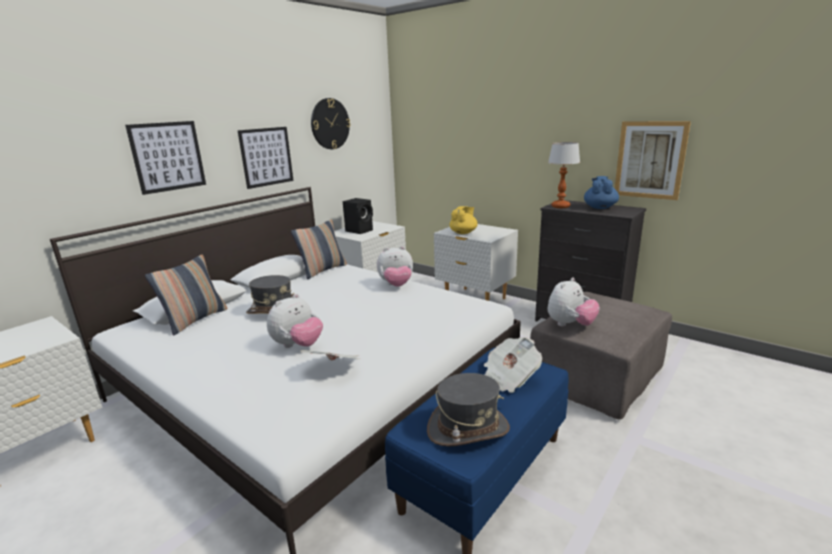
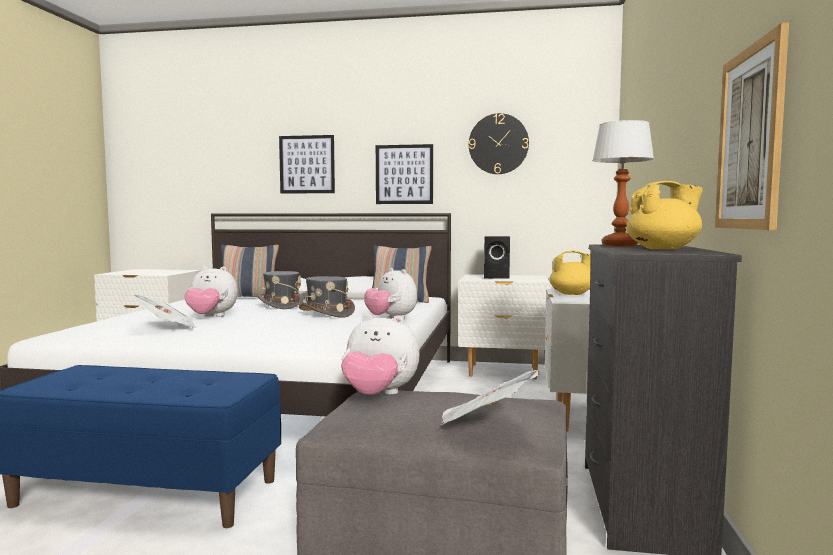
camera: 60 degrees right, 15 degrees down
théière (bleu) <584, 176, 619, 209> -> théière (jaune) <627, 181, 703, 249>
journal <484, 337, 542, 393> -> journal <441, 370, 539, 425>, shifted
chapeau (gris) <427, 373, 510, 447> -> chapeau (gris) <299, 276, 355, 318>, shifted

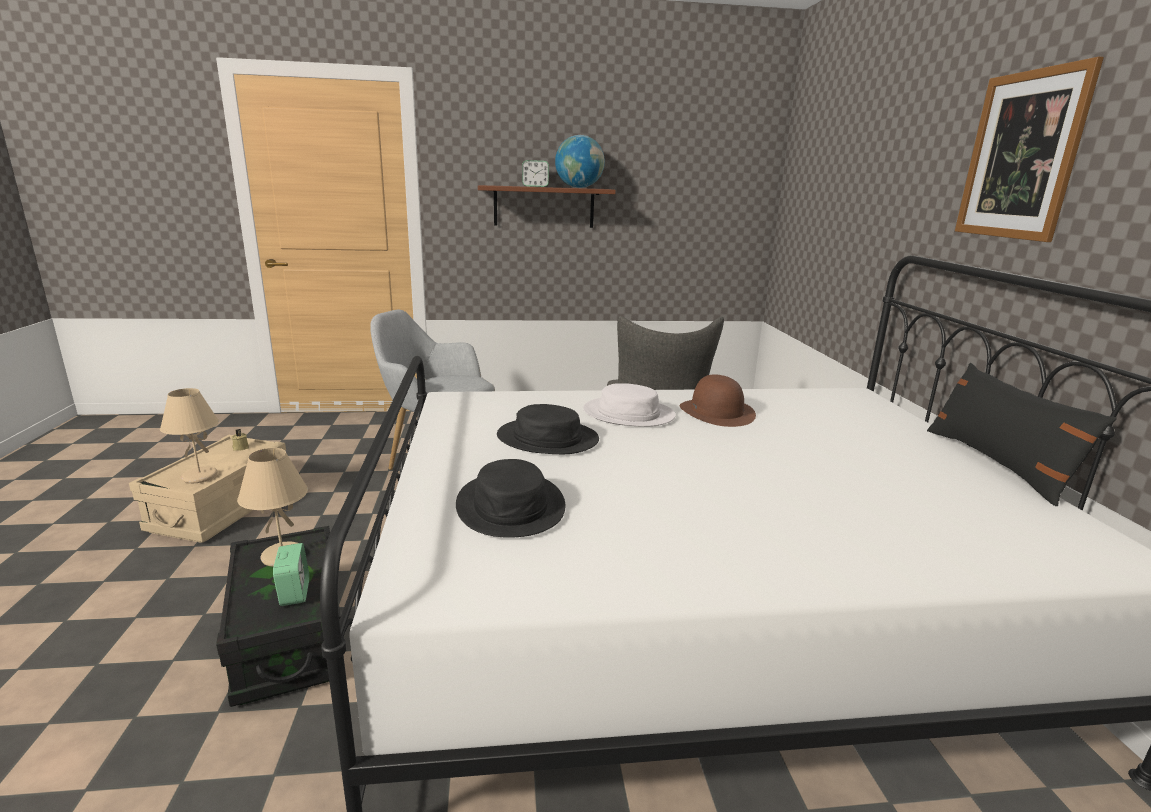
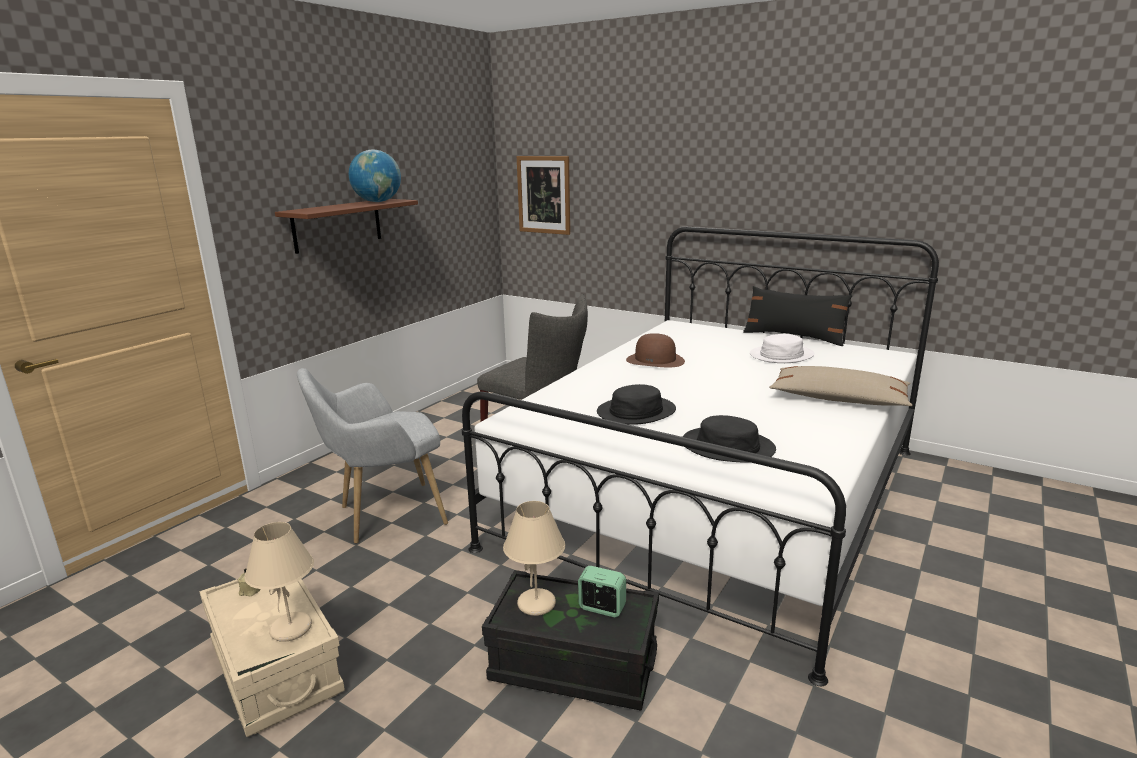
camera: 50 degrees left, 0 degrees up
tableau <955, 57, 1104, 242> -> tableau <517, 156, 570, 235>, shifted
réveil <522, 160, 549, 187> -> none
chapeau (blanc) <583, 383, 676, 427> -> chapeau (blanc) <750, 334, 815, 363>, shifted
none -> coussin (beige) <769, 366, 912, 406>

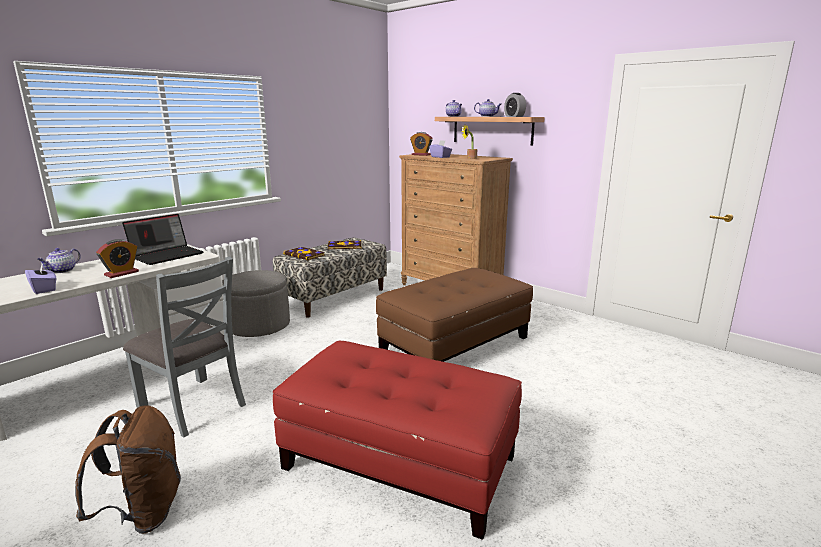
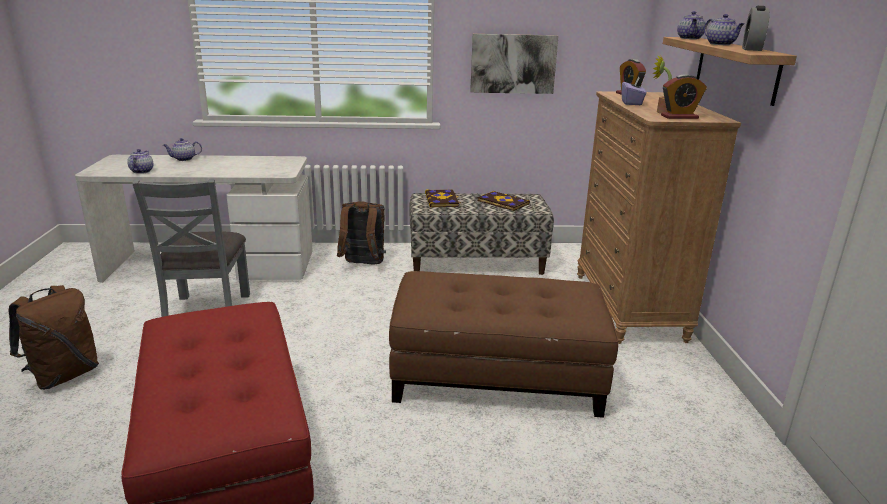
camera: 45 degrees right, 5 degrees up
ordinateur portable <122, 214, 204, 265> -> none
réveil <96, 239, 139, 278> -> réveil <661, 74, 707, 119>, shifted
boîte à mouchoirs (violet) <25, 264, 56, 294> -> théière <127, 149, 153, 174>
pouf (gris) <222, 270, 290, 337> -> sac à dos (marron) <337, 202, 386, 264>
none -> tableau <470, 34, 559, 94>

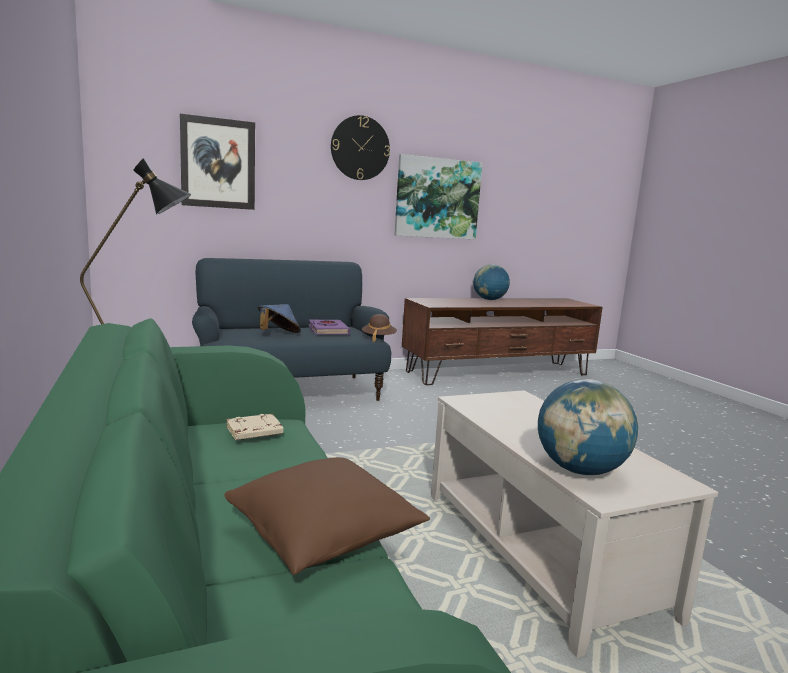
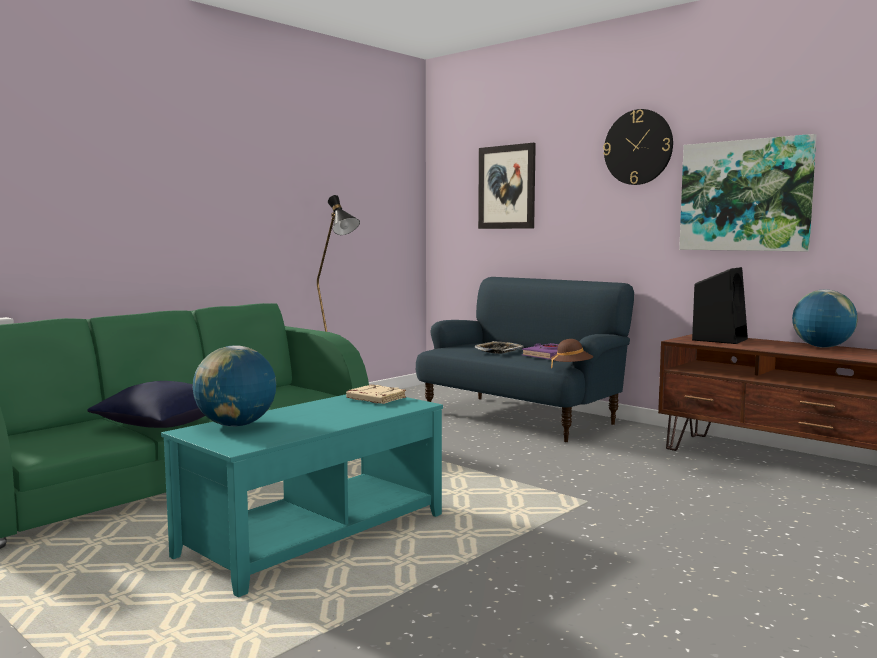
camera: 65 degrees right, 5 degrees down
chapeau (bleu) <258, 304, 301, 333> -> plateau <475, 341, 524, 354>
table basse (beige) <431, 390, 718, 658> -> table basse (turquoise) <161, 394, 443, 597>
livre (beige) <226, 414, 283, 440> -> livre (beige) <346, 385, 406, 404>, shifted
coussin (marron) <224, 457, 430, 575> -> coussin (bleu) <87, 381, 205, 428>
none -> enceinte (noir) <692, 267, 748, 344>

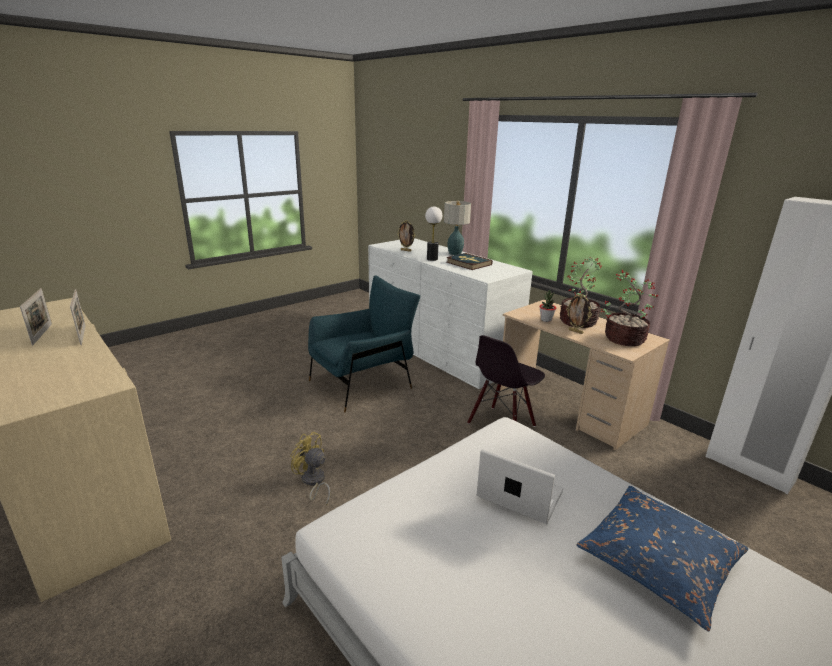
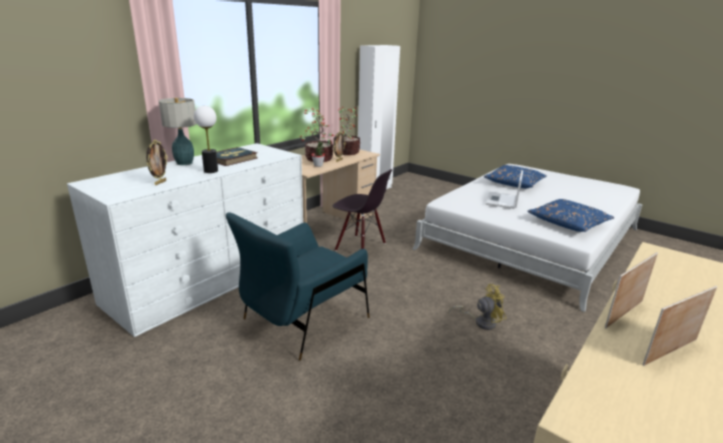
camera: 100 degrees left, 0 degrees up
fauteuil (bleu) <308, 275, 420, 413> -> fauteuil (bleu) <226, 212, 369, 360>, 90 degrees counterclockwise
ventilateur (jaune) <290, 432, 330, 506> -> ventilateur (jaune) <448, 284, 506, 330>, 120 degrees counterclockwise
none -> coussin (bleu) <527, 199, 614, 232>

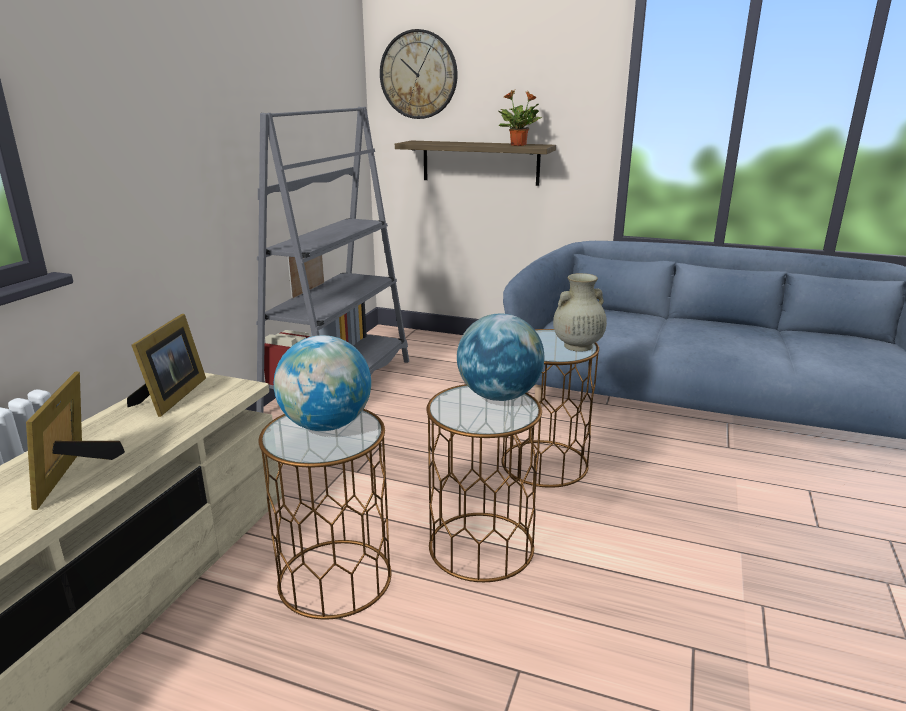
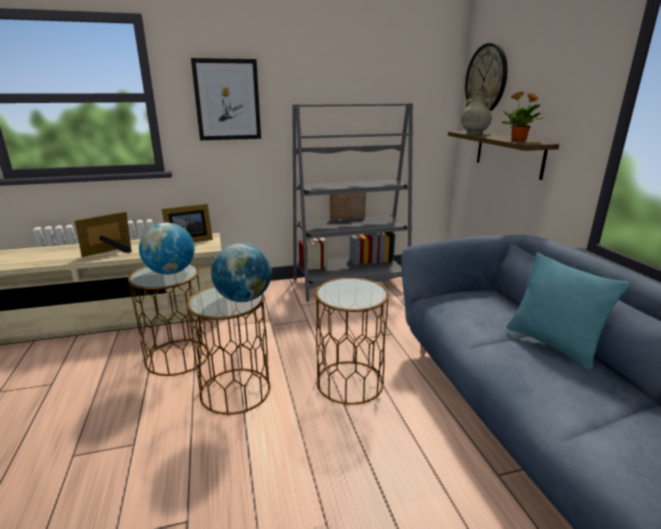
camera: 55 degrees right, 0 degrees up
vase (beige) <553, 273, 607, 352> -> vase (beige) <461, 91, 492, 134>, shifted
none -> tableau <191, 58, 261, 140>
none -> coussin (turquoise) <507, 252, 630, 371>

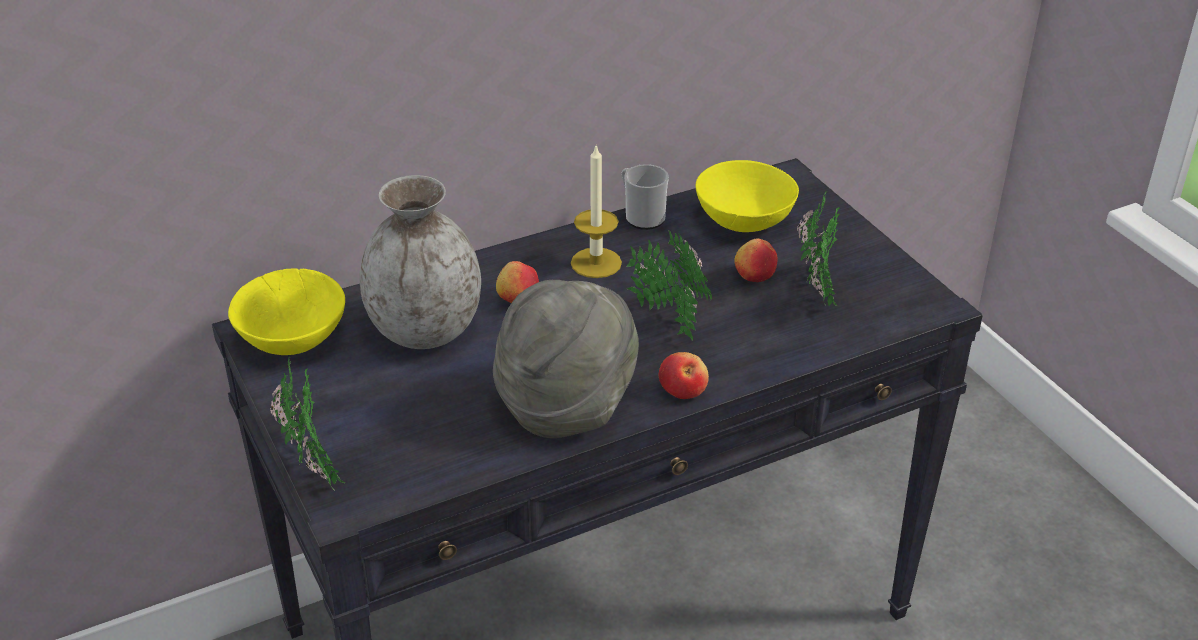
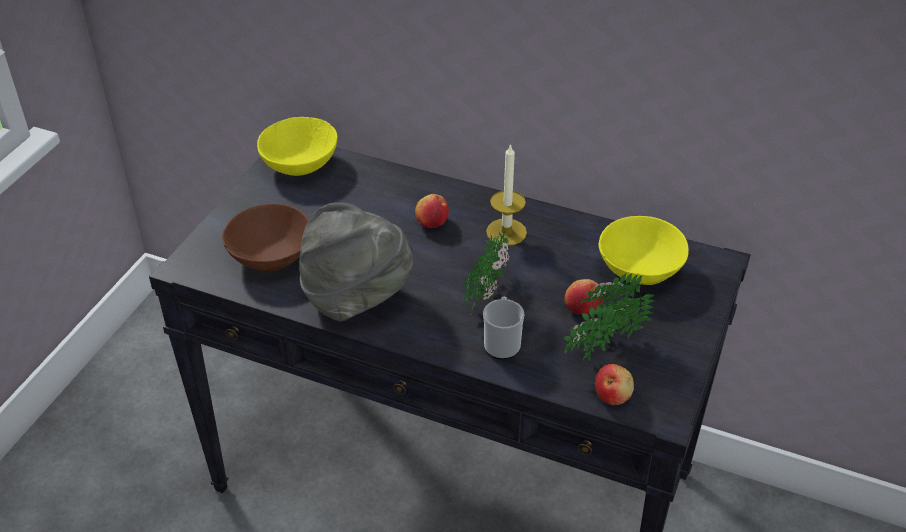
camera: 50 degrees right, 5 degrees up
mug <622, 164, 669, 230> -> mug <483, 297, 525, 359>, shifted
vase (gris) <359, 175, 481, 349> -> none
pomme <659, 352, 709, 399> -> pomme <595, 364, 634, 405>, shifted
plante en pot <270, 358, 346, 490> -> none
none -> bol (marron) <222, 203, 309, 271>

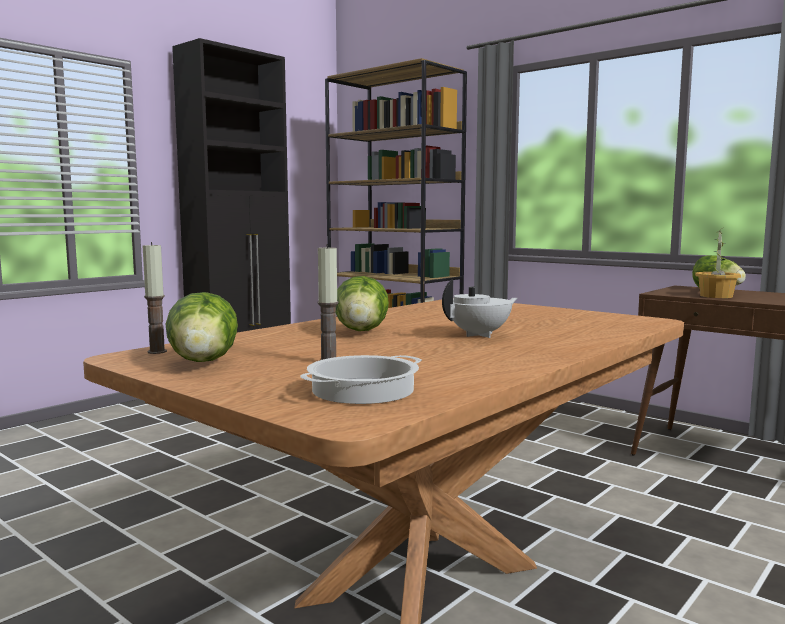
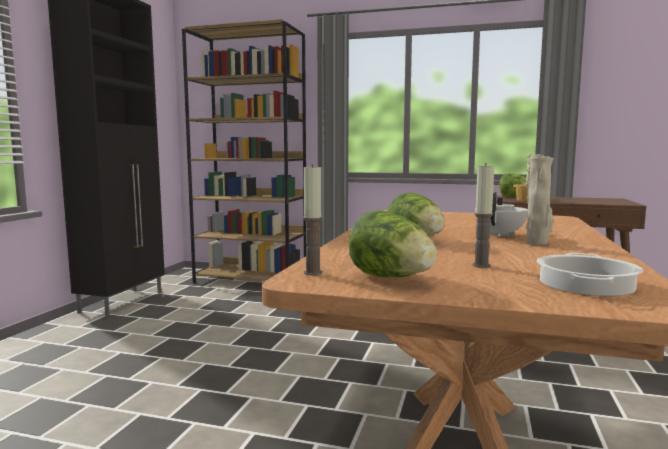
camera: 25 degrees left, 0 degrees up
none -> vase (beige) <526, 154, 554, 245>

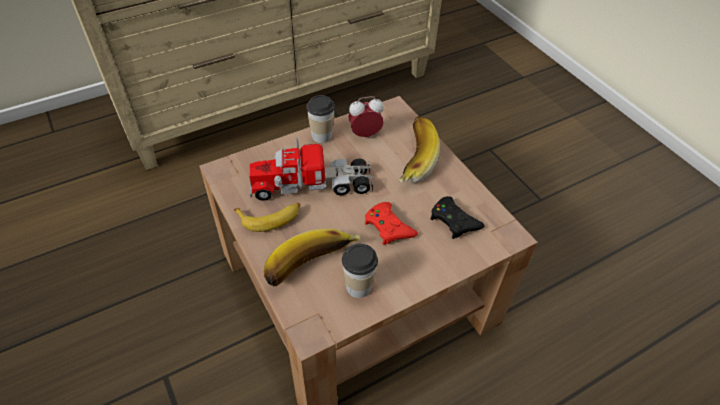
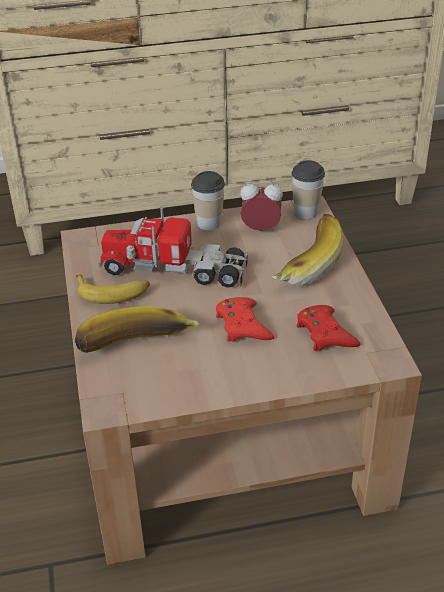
camera: 20 degrees right, 10 degrees down
manette (noir) <430, 196, 485, 239> -> manette (rouge) <297, 305, 361, 351>
tasse <342, 244, 378, 298> -> tasse <291, 160, 325, 219>, shifted

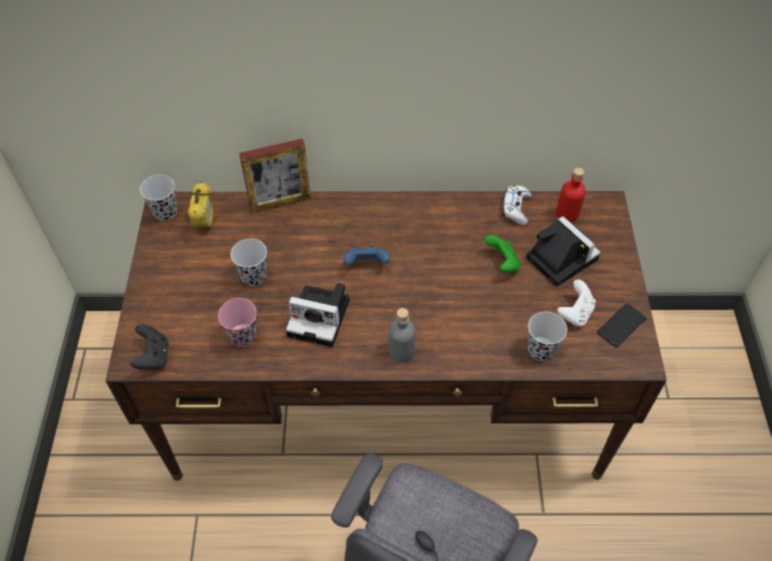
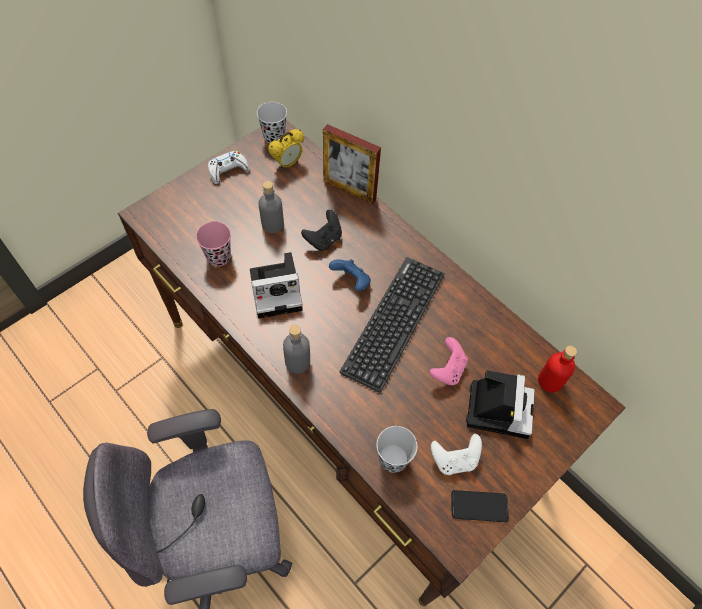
camera: 45 degrees right, 5 degrees up
manette (blanc) <502, 185, 532, 225> -> manette (blanc) <208, 151, 249, 184>, shifted
manette (vert) <484, 235, 521, 273> -> manette (rose) <430, 337, 468, 385>
tasse (noir) <231, 239, 267, 286> -> bouteille (gris) <258, 181, 284, 233>
appareil photo <286, 283, 350, 347> -> appareil photo <250, 252, 303, 318>, 75 degrees counterclockwise
manette (noir) <131, 324, 169, 370> -> manette (noir) <301, 210, 342, 251>, shifted
none -> clavier <340, 257, 444, 393>

